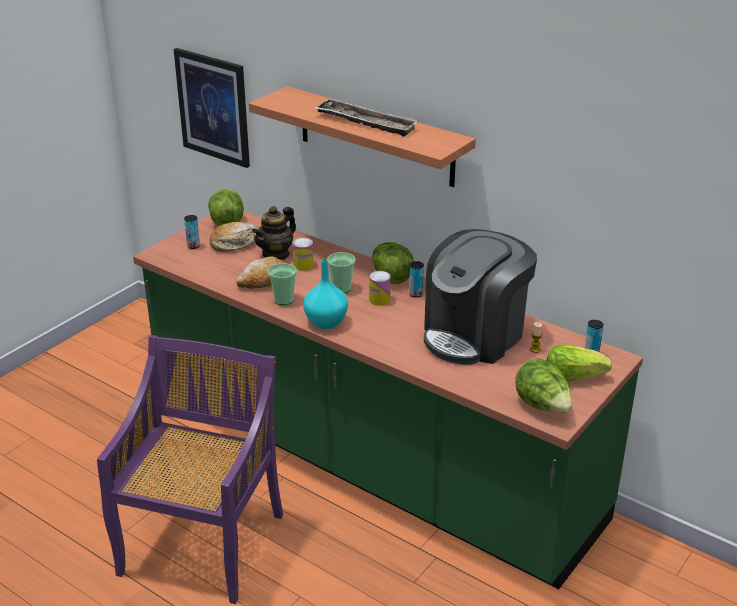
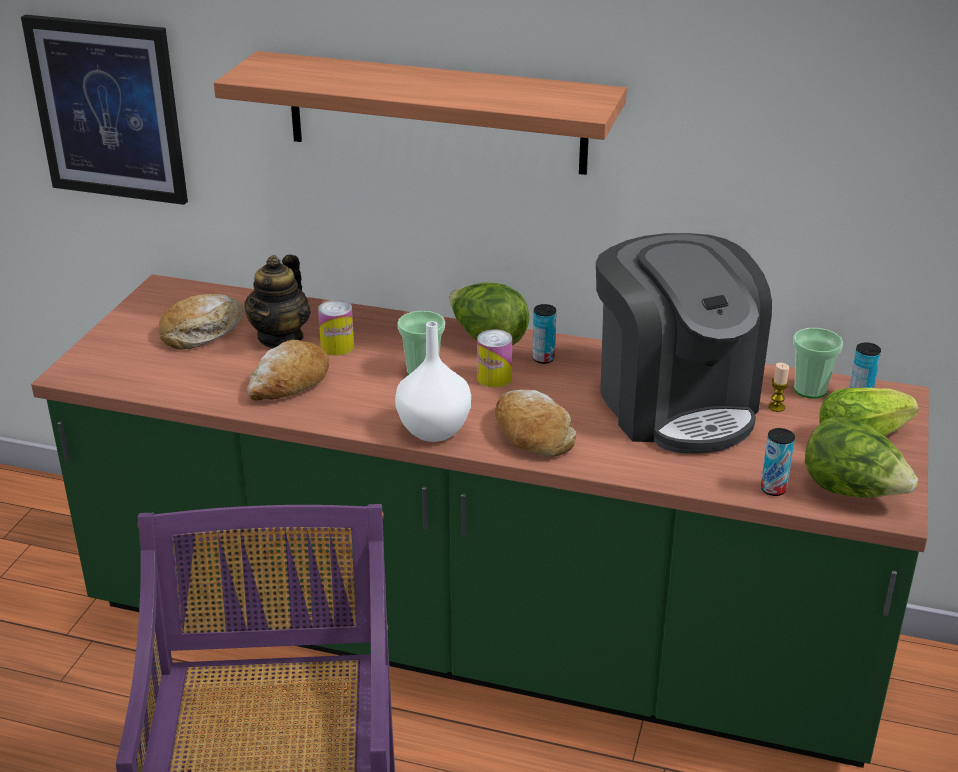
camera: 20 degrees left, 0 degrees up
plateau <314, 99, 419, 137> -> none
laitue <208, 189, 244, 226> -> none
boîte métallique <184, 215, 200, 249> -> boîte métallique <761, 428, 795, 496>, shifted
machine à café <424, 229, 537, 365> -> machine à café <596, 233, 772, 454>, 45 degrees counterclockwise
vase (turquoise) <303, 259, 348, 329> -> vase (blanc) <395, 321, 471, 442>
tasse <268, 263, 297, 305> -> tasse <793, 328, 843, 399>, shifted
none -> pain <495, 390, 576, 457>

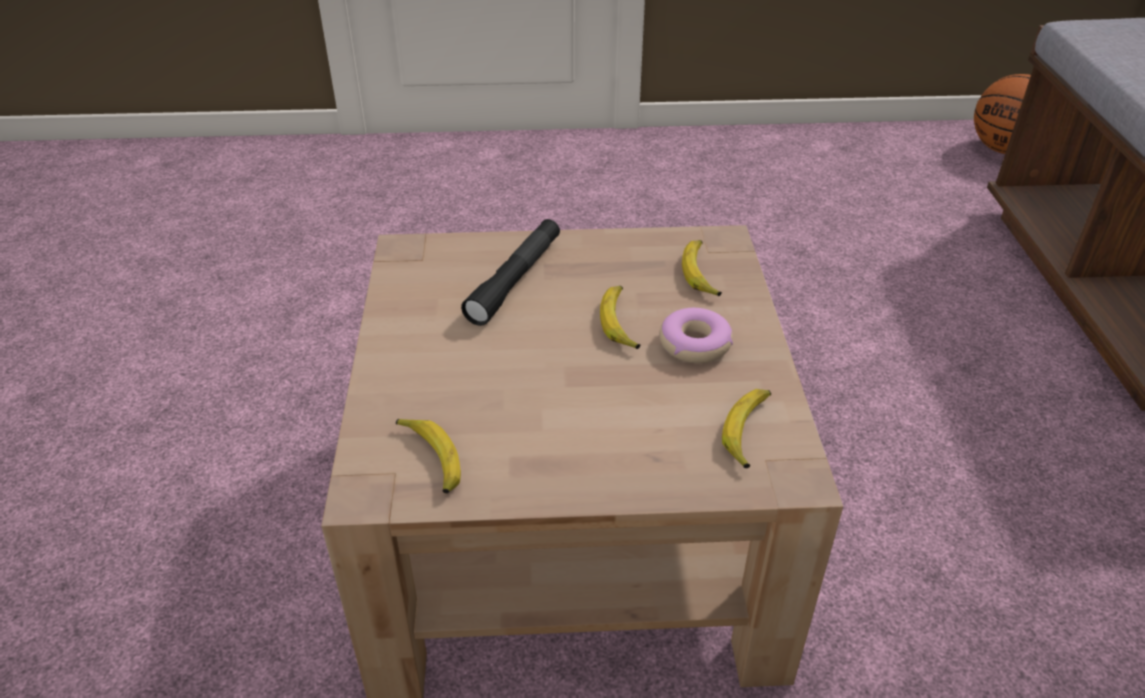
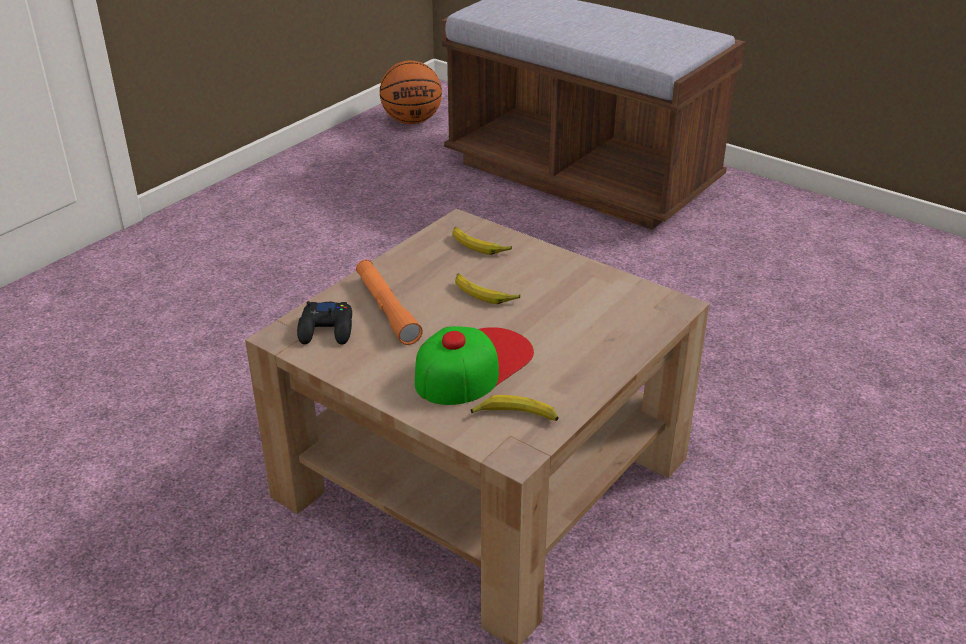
camera: 50 degrees left, 5 degrees down
lampe de poche (noir) <461, 219, 560, 326> -> lampe de poche (orange) <356, 260, 423, 345>
beignet <659, 308, 733, 363> -> none
banane <722, 389, 771, 468> -> none
none -> manette (noir) <297, 301, 352, 345>
none -> casquette <415, 326, 534, 405>

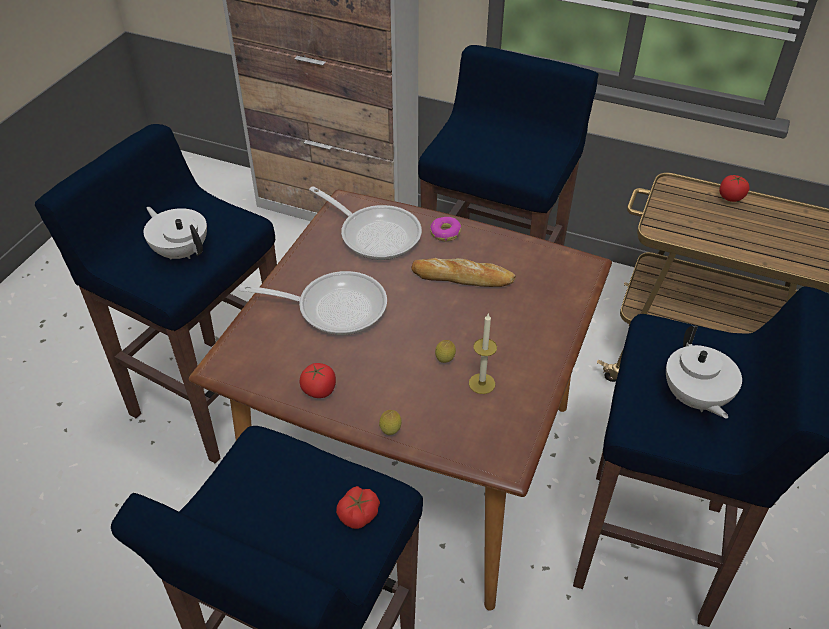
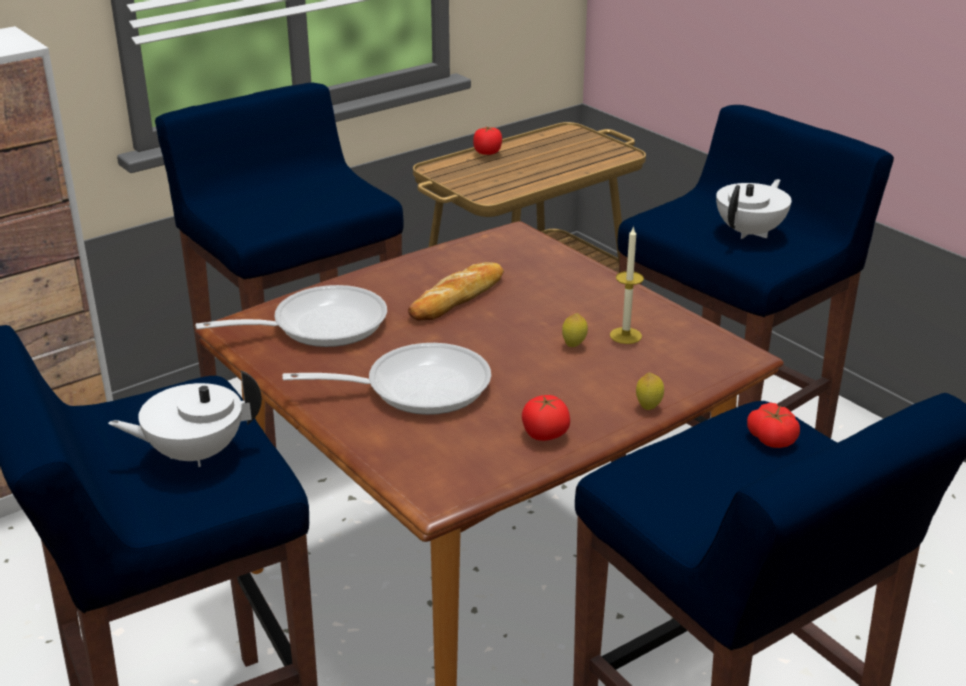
camera: 60 degrees left, 15 degrees down
beignet <430, 217, 461, 241> -> none
poêle <239, 271, 387, 335> -> poêle <282, 343, 491, 415>, 45 degrees clockwise
théière (blanc) <666, 326, 742, 419> -> théière (blanc) <716, 179, 792, 239>, 75 degrees counterclockwise

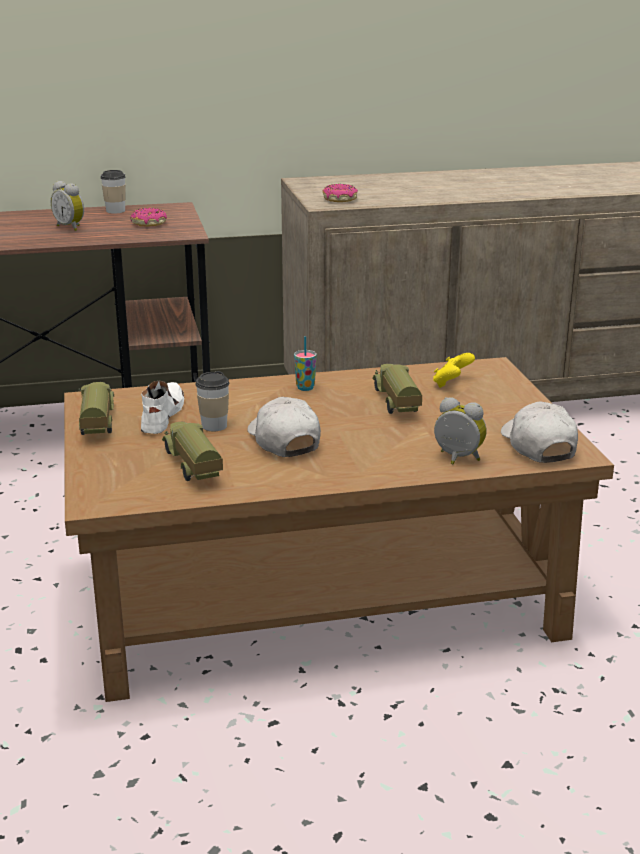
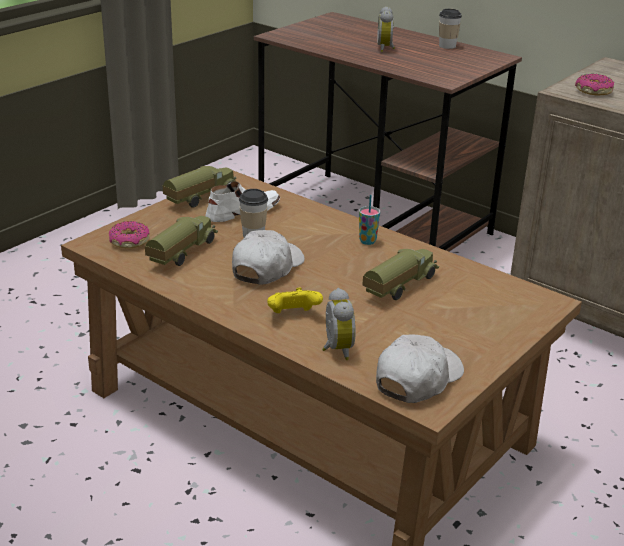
camera: 50 degrees right, 5 degrees up
beignet <130, 208, 167, 227> -> beignet <109, 221, 150, 248>, shifted
manette (jaune) <433, 353, 475, 388> -> manette (jaune) <267, 288, 323, 313>, shifted

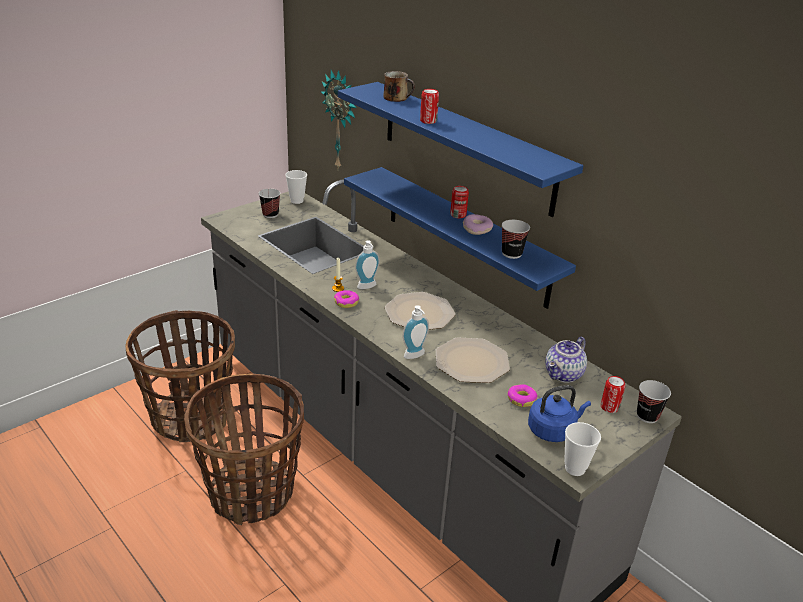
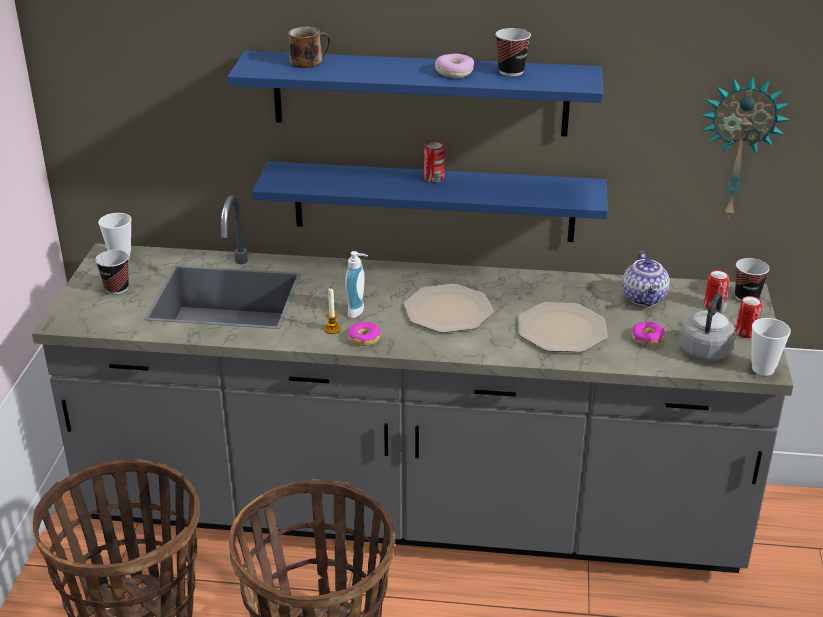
camera: 40 degrees left, 0 degrees up
horloge murale <321, 70, 356, 169> -> horloge murale <700, 75, 791, 220>, shifted
boîte métallique <420, 89, 439, 124> -> boîte métallique <735, 296, 762, 338>, shifted
beignet <463, 214, 493, 235> -> beignet <435, 54, 474, 78>, shifted
tasse <502, 220, 530, 259> -> tasse <495, 28, 531, 76>, shifted
distributeur de savon <402, 305, 429, 359> -> none
bouilloire (bleu) <528, 385, 591, 442> -> bouilloire (gris) <680, 292, 735, 360>

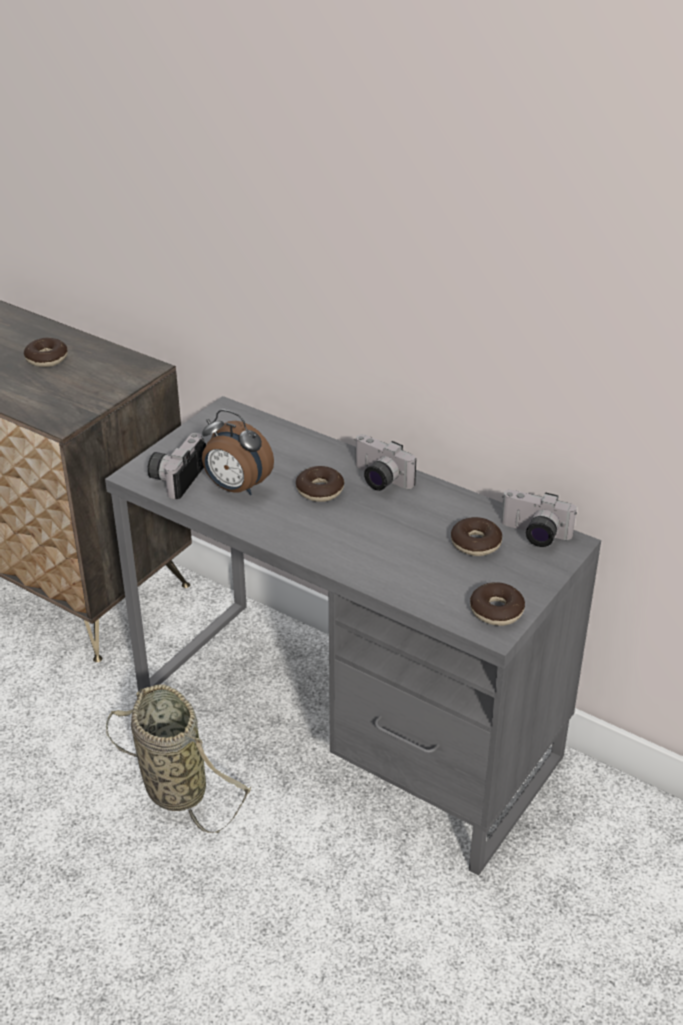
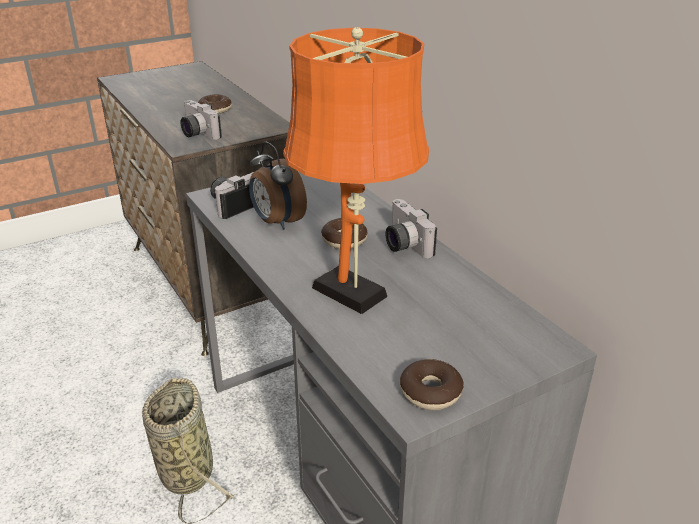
camera: 25 degrees right, 5 degrees down
appareil photo <501, 490, 577, 547> -> appareil photo <180, 100, 222, 140>, shifted
beignet <451, 517, 502, 556> -> none
none -> lampe de table (orange) <283, 27, 429, 314>

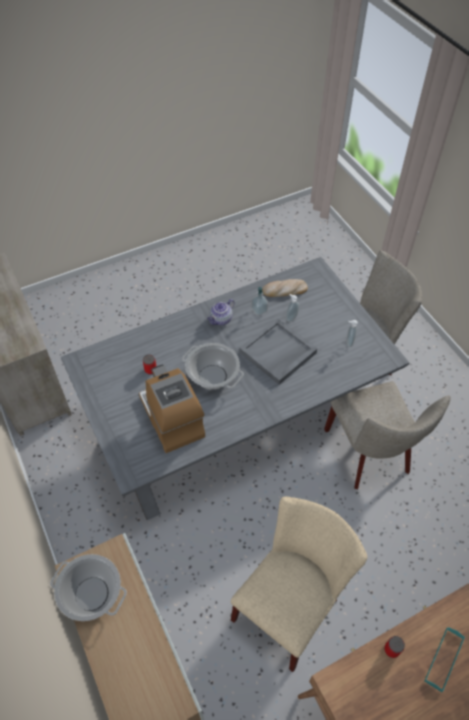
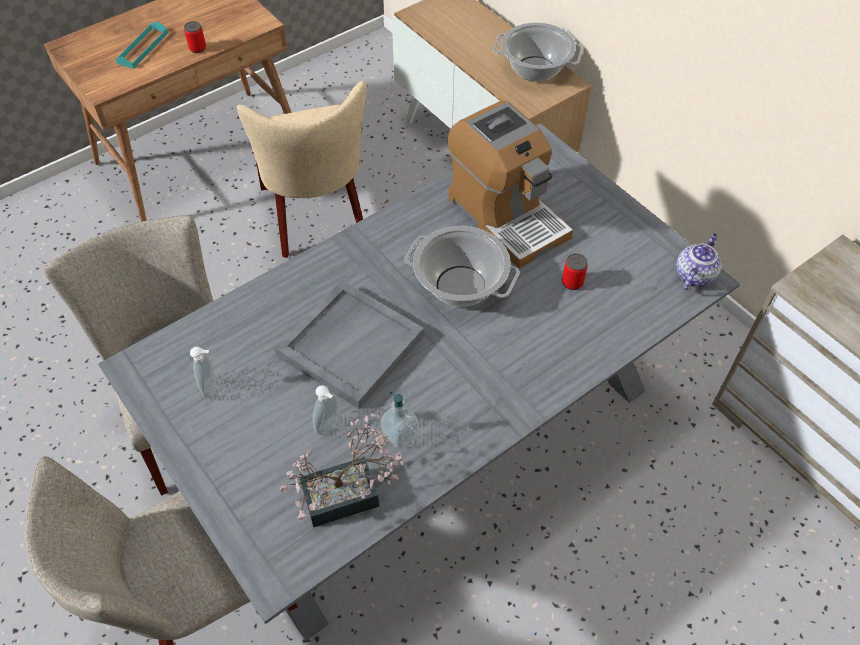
camera: 170 degrees right, 0 degrees up
pain <262, 279, 308, 297> -> plante en pot <280, 413, 403, 528>
théière <207, 299, 235, 325> -> théière <676, 233, 722, 290>, shifted
chaise (beige) <231, 497, 367, 672> -> chaise (beige) <237, 81, 367, 258>, 45 degrees counterclockwise

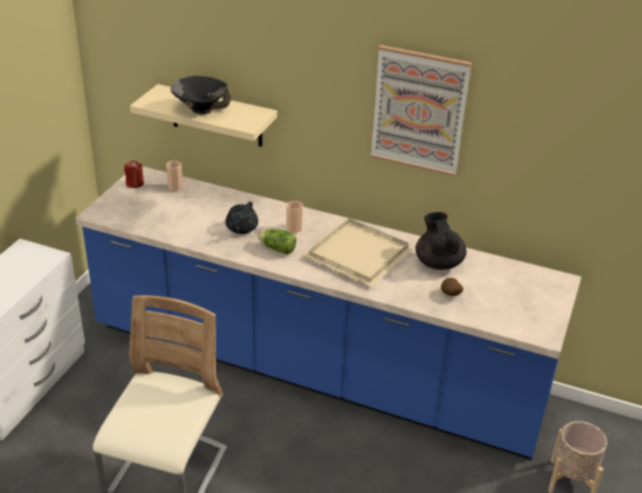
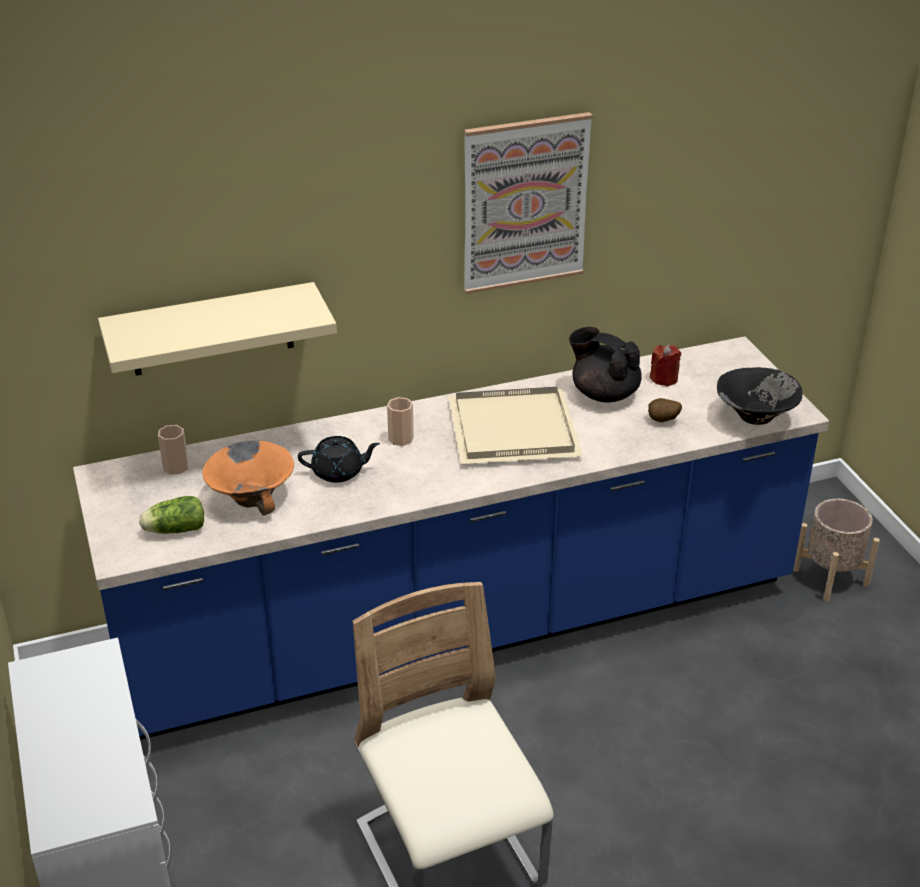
camera: 40 degrees left, 0 degrees up
bol (noir) <170, 76, 231, 114> -> bol (noir) <717, 367, 802, 425>, shifted
bougie (rouge) <124, 160, 144, 188> -> bougie (rouge) <650, 345, 681, 386>, shifted
théière (noir) <226, 202, 258, 234> -> théière (noir) <298, 436, 380, 483>, 75 degrees counterclockwise
laitue <258, 229, 296, 254> -> laitue <139, 496, 204, 534>, shifted
none -> bol (orange) <203, 441, 294, 515>

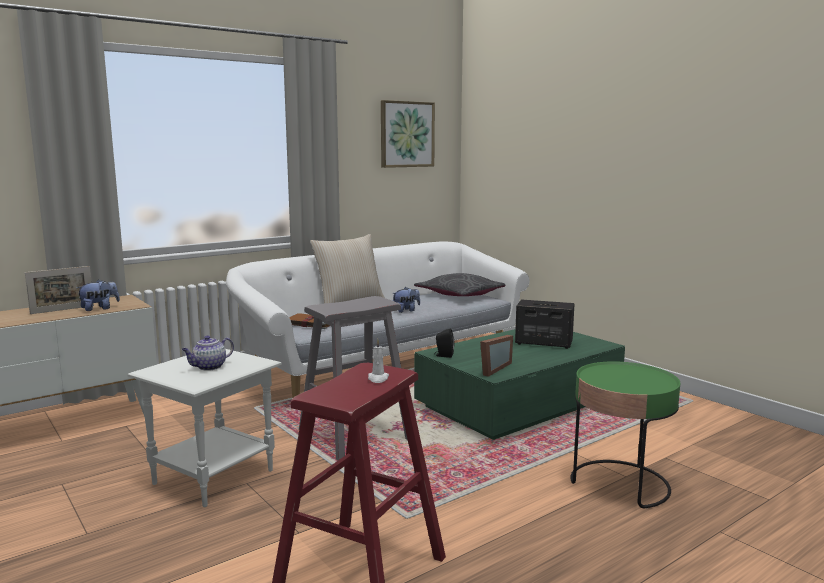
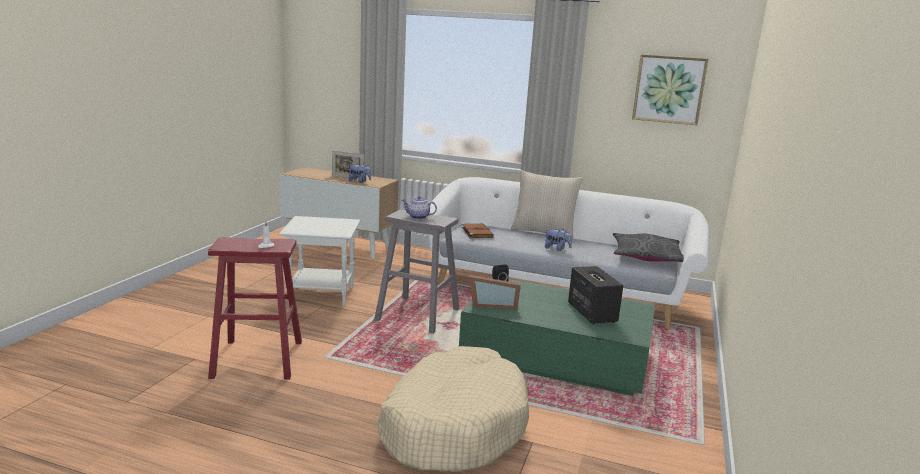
camera: 55 degrees right, 5 degrees up
théière <182, 336, 234, 371> -> théière <402, 196, 437, 219>, shifted
table d'appoint (vert) <570, 361, 680, 509> -> panier pour chien (beige) <377, 346, 529, 472>

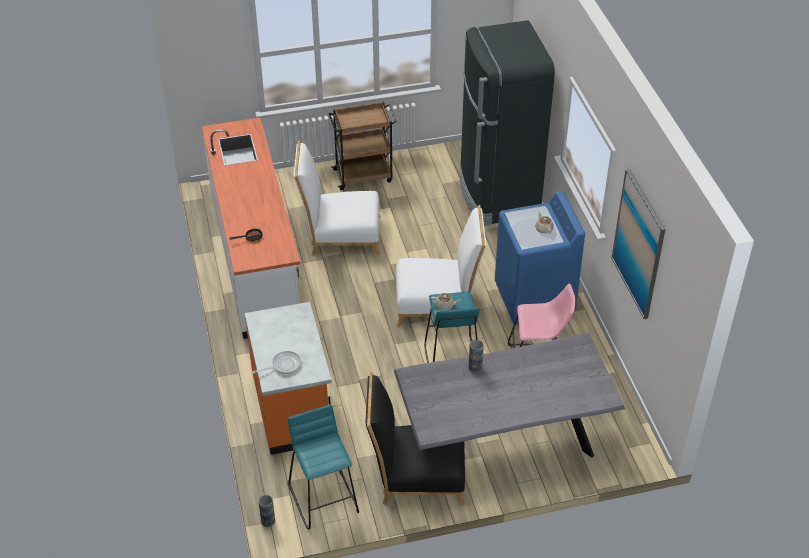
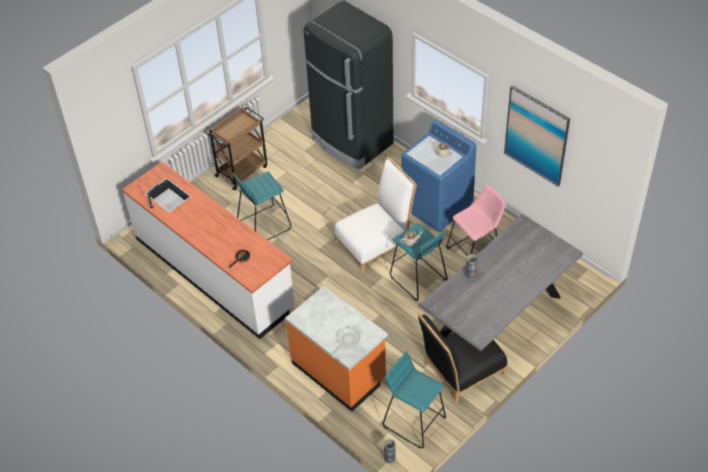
camera: 30 degrees left, 5 degrees up
chaise (blanc) <294, 141, 380, 255> -> tabouret (turquoise) <232, 172, 291, 240>

